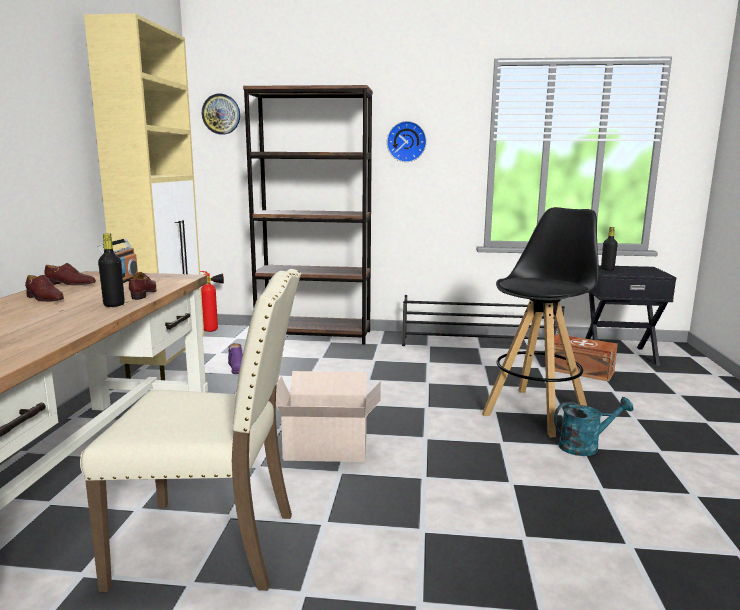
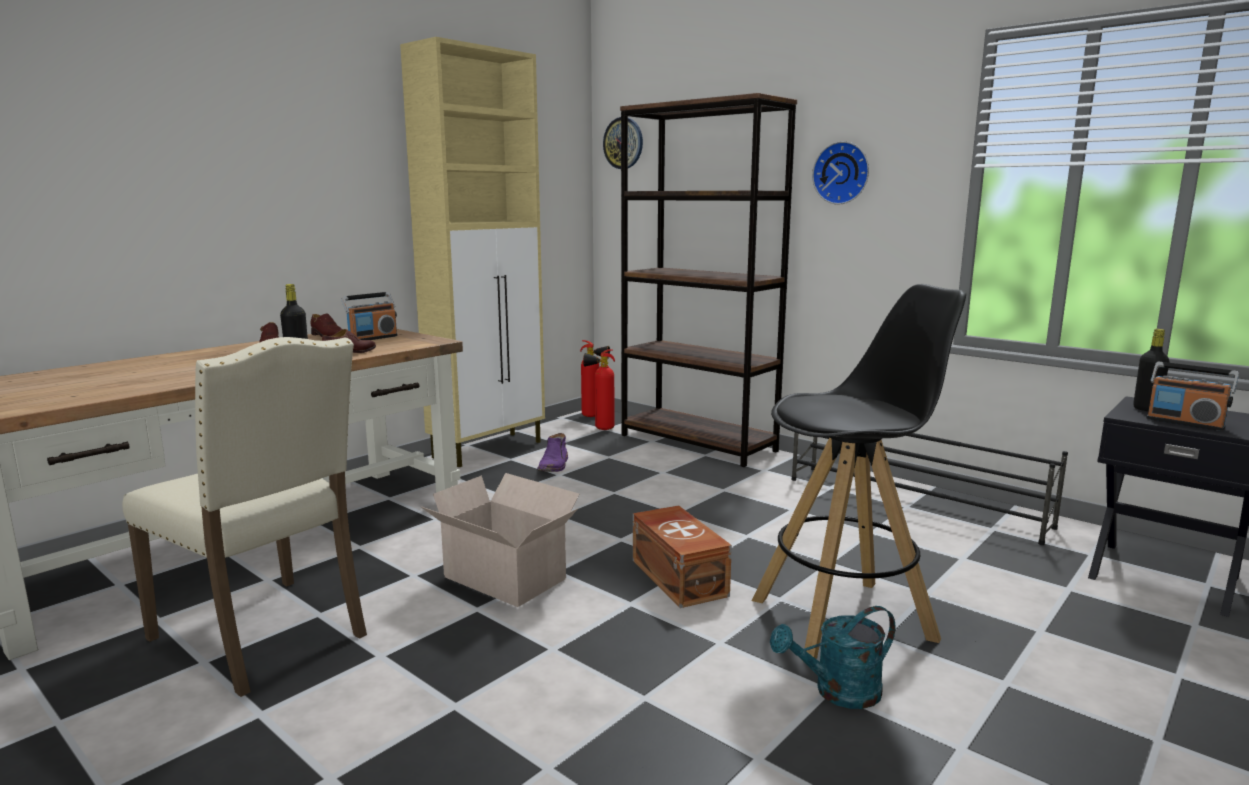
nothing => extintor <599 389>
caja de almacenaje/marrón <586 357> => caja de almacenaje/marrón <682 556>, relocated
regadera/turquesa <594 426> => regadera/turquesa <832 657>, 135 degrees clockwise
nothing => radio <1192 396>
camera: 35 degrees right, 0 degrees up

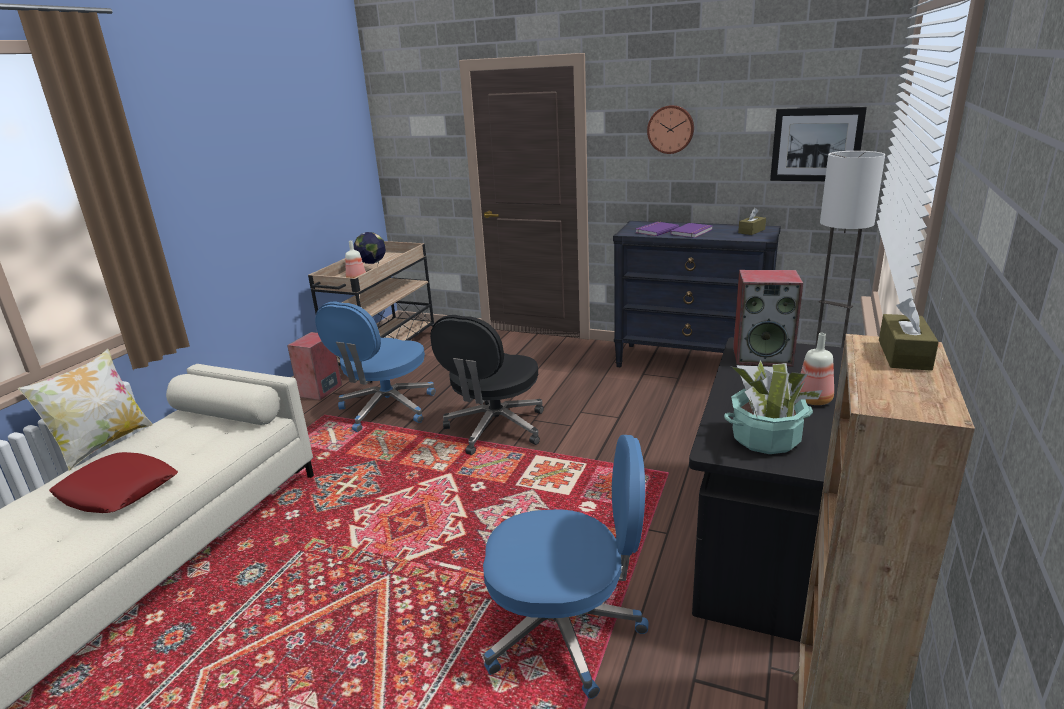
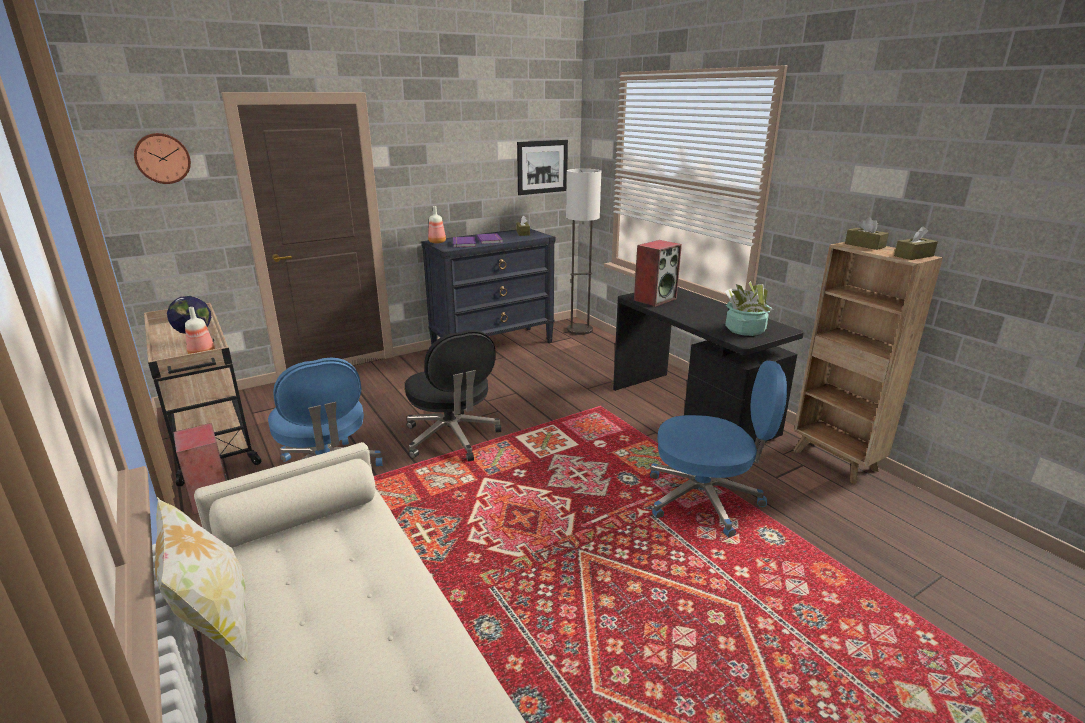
reloj de pared <670 129> => reloj de pared <162 158>, relocated
botella <816 369> => botella <437 224>, relocated
silla de oficina/azul <566 567> => silla de oficina/azul <718 448>, 60 degrees clockwise
nothing => caja de pañuelos/marrón <916 243>
cojín/rojo <114 482> => nothing
camera: 55 degrees left, 0 degrees up

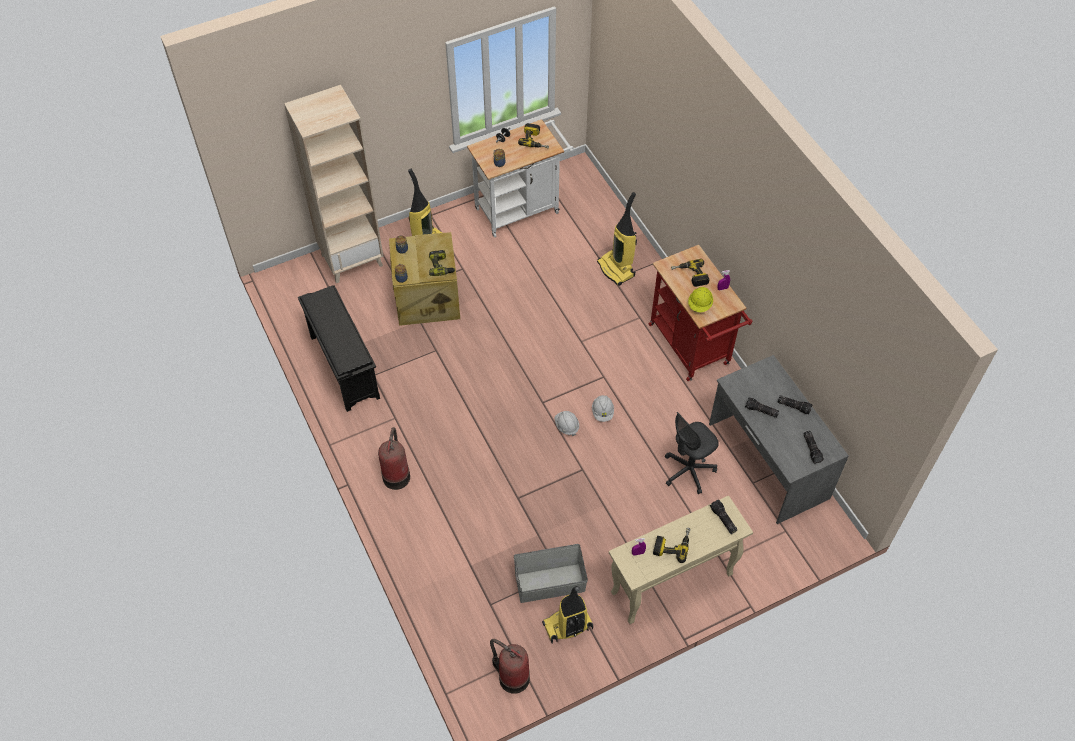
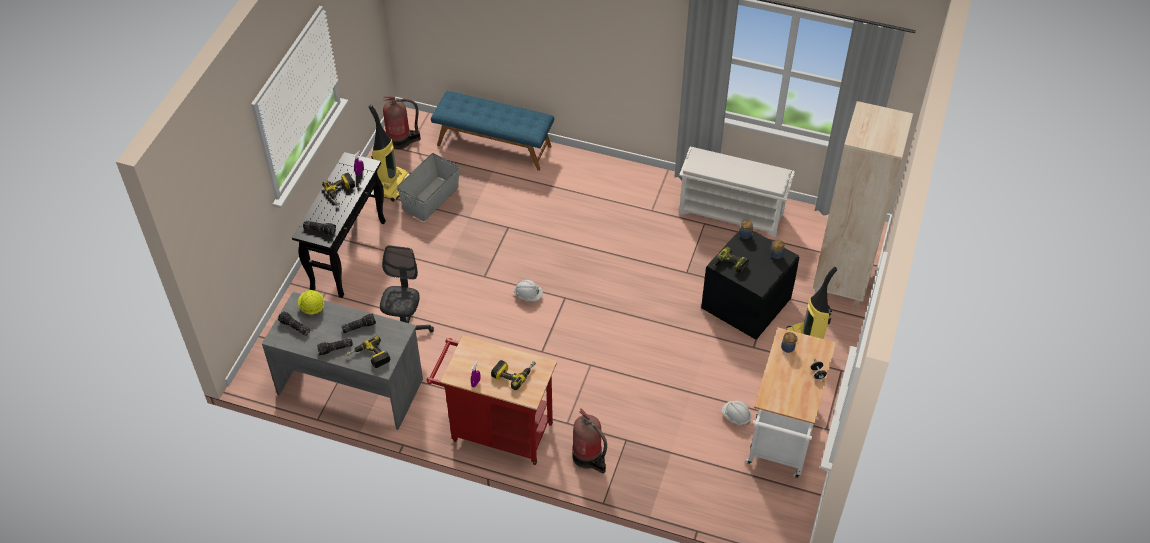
mesa consola/beis <681 559> => mesa consola/negro <339 225>
casco/amarillo <700 300> => casco/amarillo <311 302>, relocated
taladro <533 136> => taladro <368 352>, relocated
nothing => banco/azul <492 131>
extintor <394 458> => extintor <589 440>, relocated
zapatero/negro <339 348> => zapatero/blanco <737 192>
caja de almacenaje/beis <424 279> => caja de almacenaje/negro <750 285>
casco/blanco <603 408> => casco/blanco <736 413>, relocated
aspiradora <617 239> => nothing
camera: 135 degrees right, 5 degrees down

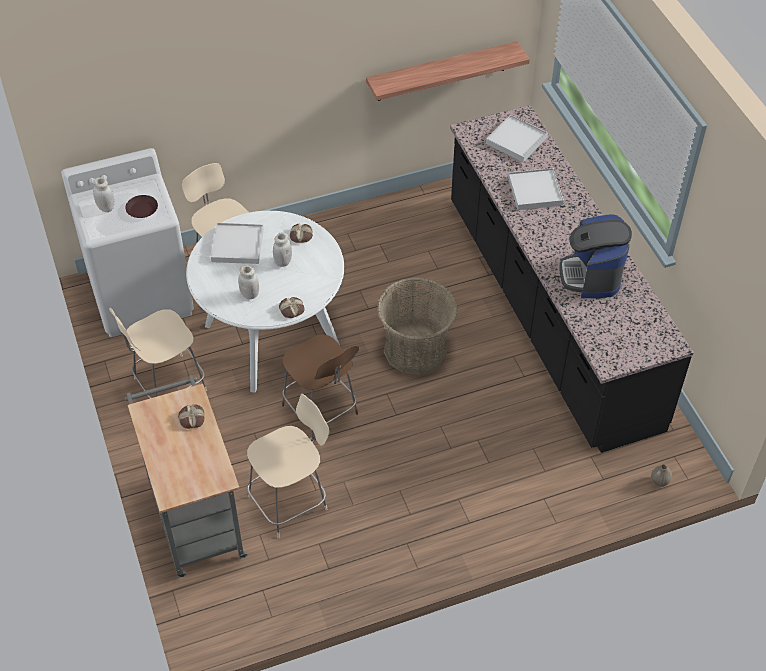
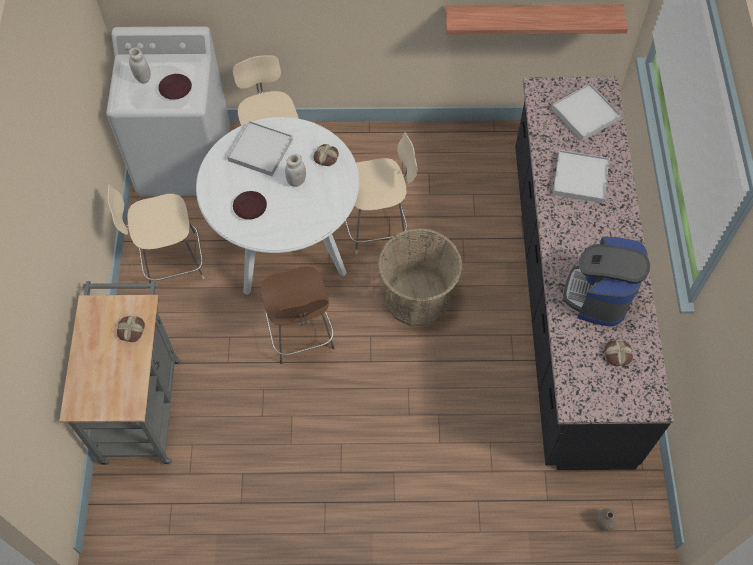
tarro/blanco <248 282> => plato/marrón <250 205>
silla/beis <288 466> => silla/beis <381 193>, relocated
pan <292 307> => pan <618 353>, relocated
camera: 20 degrees right, 10 degrees up

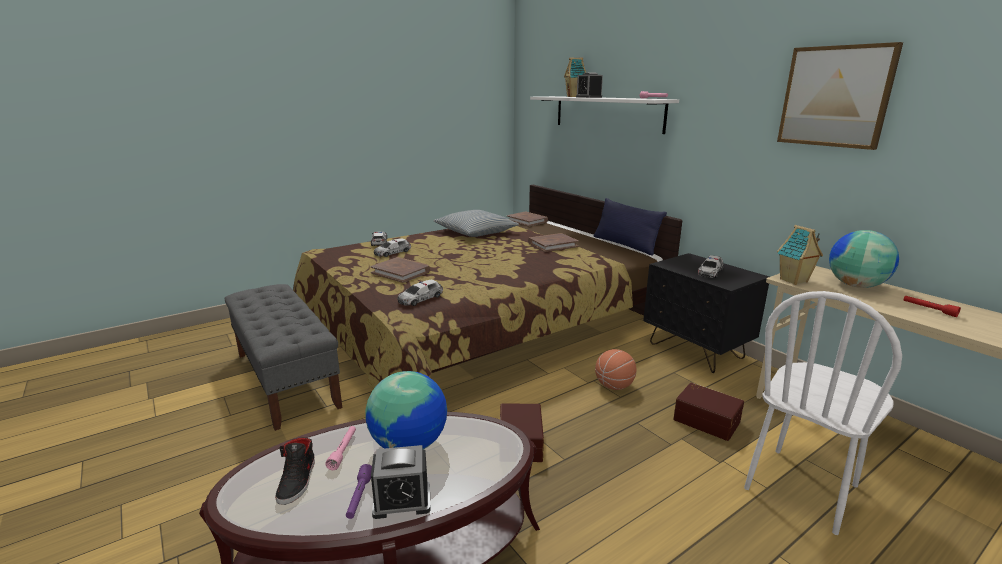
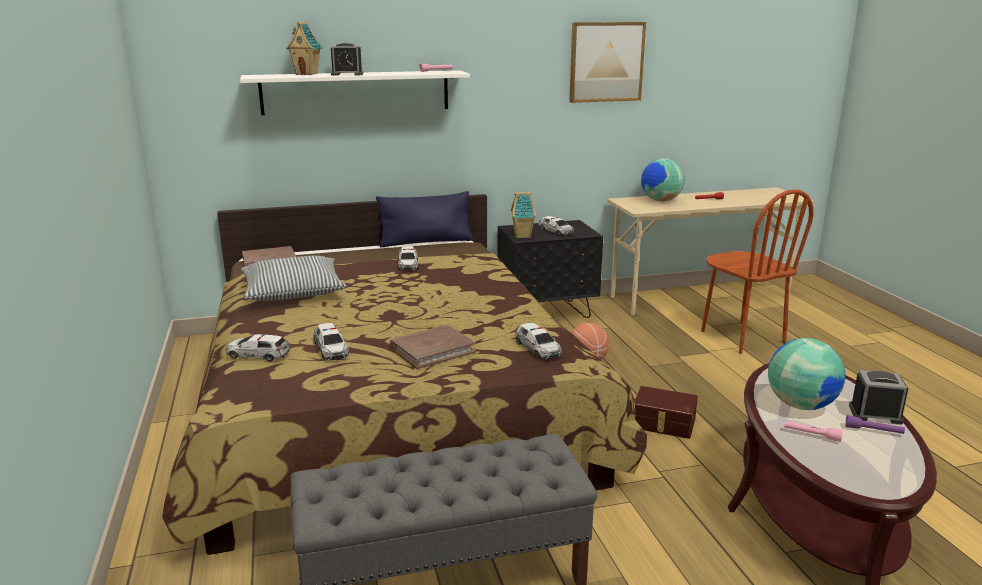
libro/marrón <553 242> => coche de juguete <408 258>
casita <800 255> => casita <523 215>, relocated
silla/blanco <823 413> => silla/marrón <757 271>
despertador <400 482> => despertador <878 397>, 90 degrees counterclockwise
zapato/negro <295 471> => nothing
caja de almacenaje/marrón <708 412> => nothing
camera: 70 degrees left, 0 degrees up

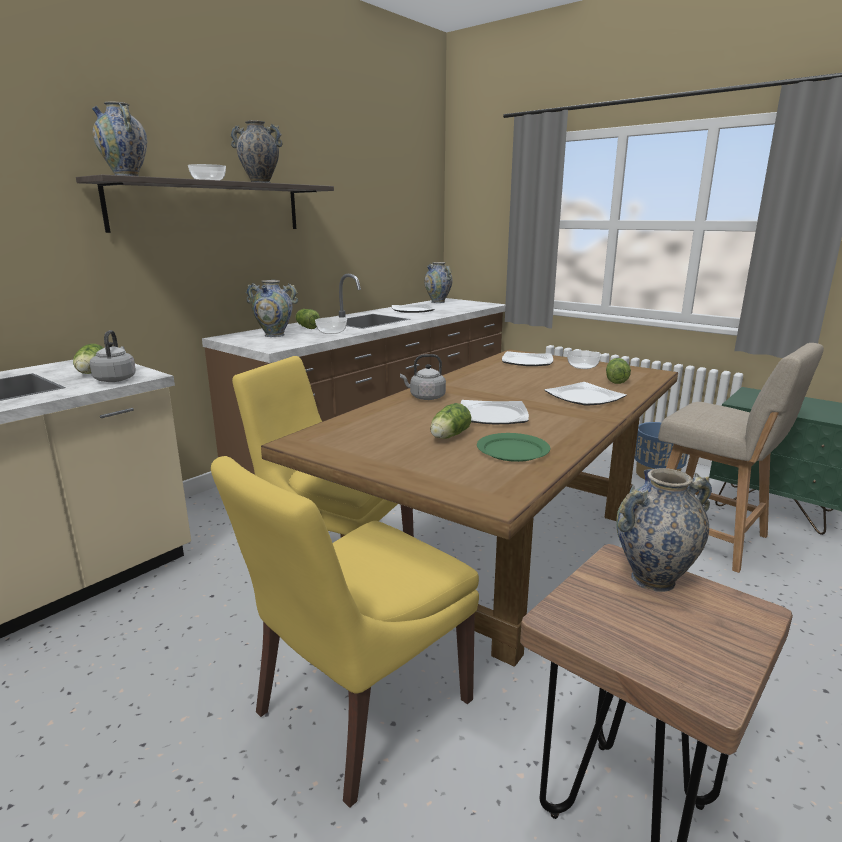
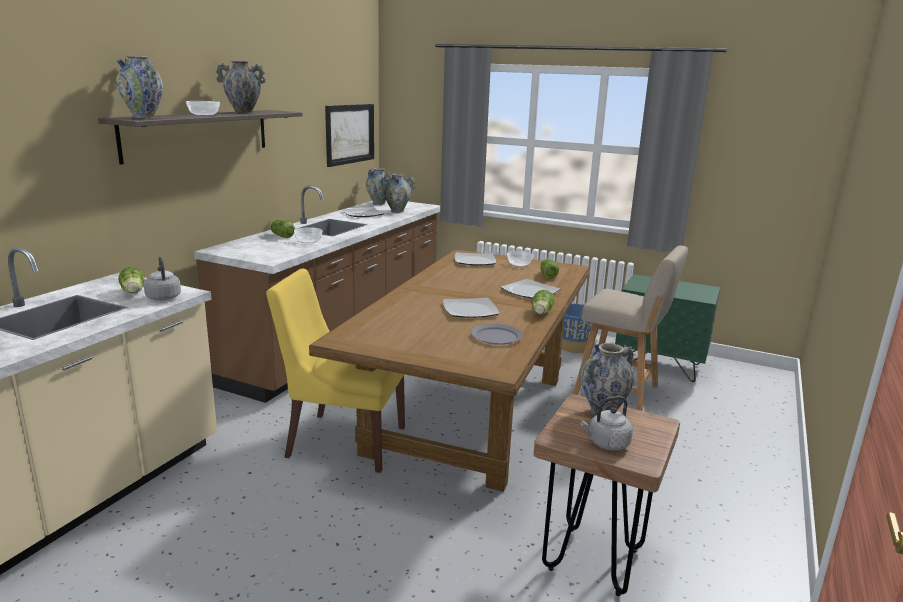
nothing => cuadro <349 135>
florero <272 308> => florero <397 193>, relocated
plato/verde <513 447> => plato/gris <497 334>
lechuga <450 421> => lechuga <543 302>, relocated
hervidor/gris <423 377> => hervidor/gris <606 423>, relocated
silla/amarillo <345 632> => nothing
camera: 15 degrees left, 0 degrees up

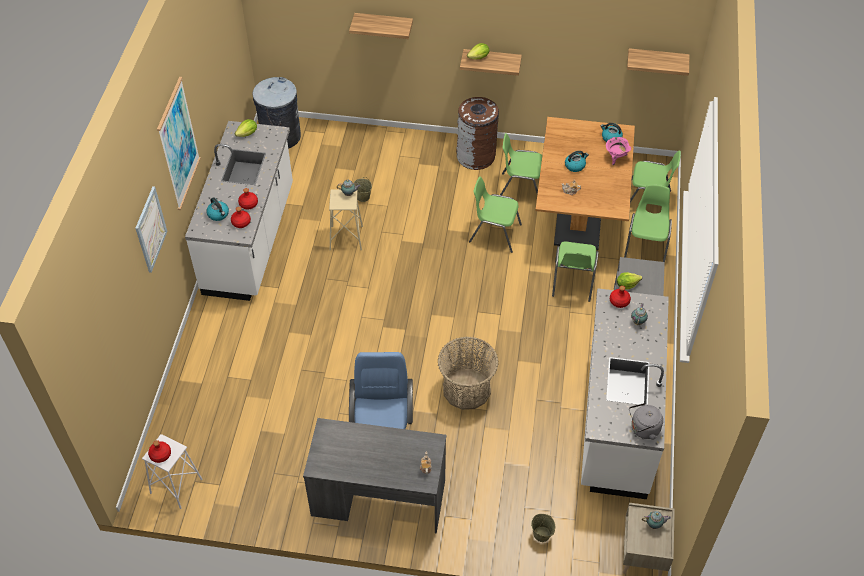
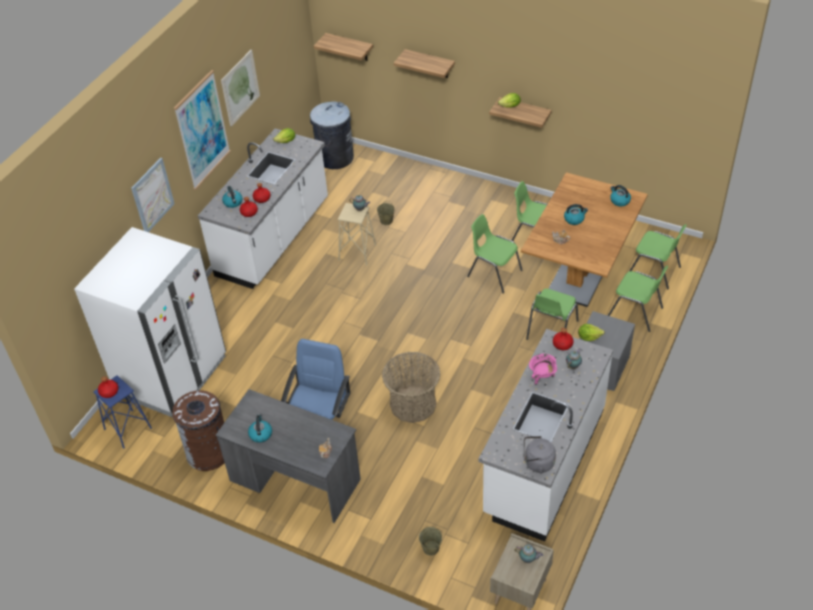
nothing => nevera/blanco <150 322>
taburete/blanco <172 471> => taburete/azul <122 412>
papelera/marrón <477 133> => papelera/marrón <198 431>, relocated
nothing => cuadro <240 88>
nothing => hervidor <260 428>
estante <658 62> => estante <343 47>, relocated
olla/rosa <618 151> => olla/rosa <543 369>, relocated
silla/verde <648 223> => silla/verde <638 299>, 90 degrees clockwise
camera: 20 degrees right, 5 degrees down

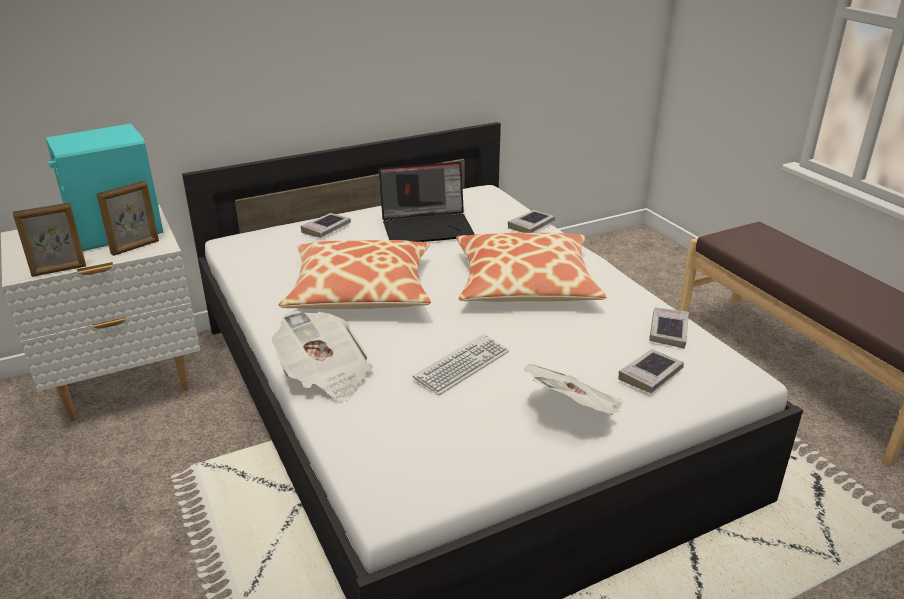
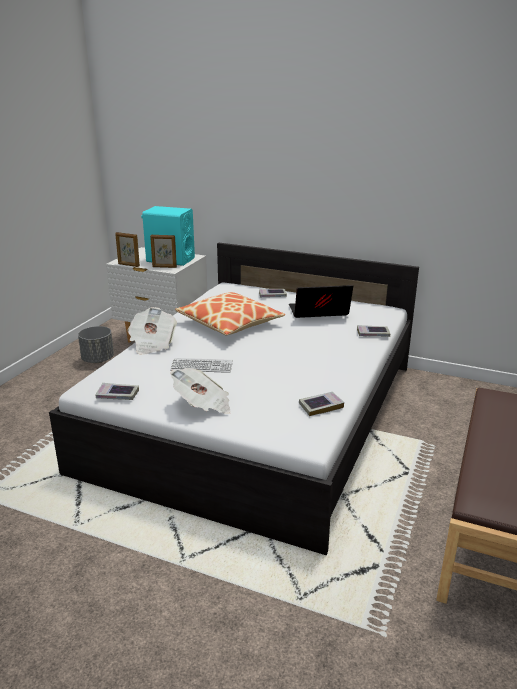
nothing => maceta/gris <96 344>
libro <651 371> => libro <117 391>, relocated
portátil <427 202> => portátil <321 301>, 135 degrees clockwise
cojín <531 267> => nothing
camera: 50 degrees right, 5 degrees down

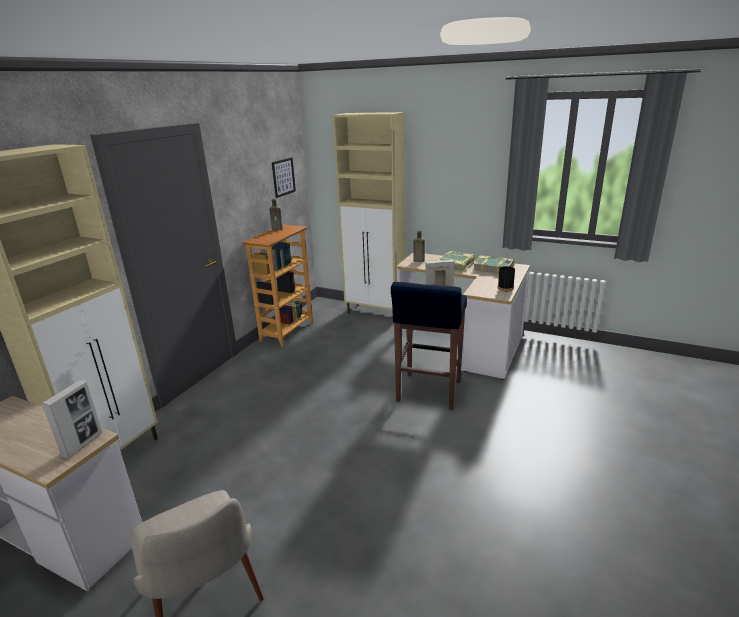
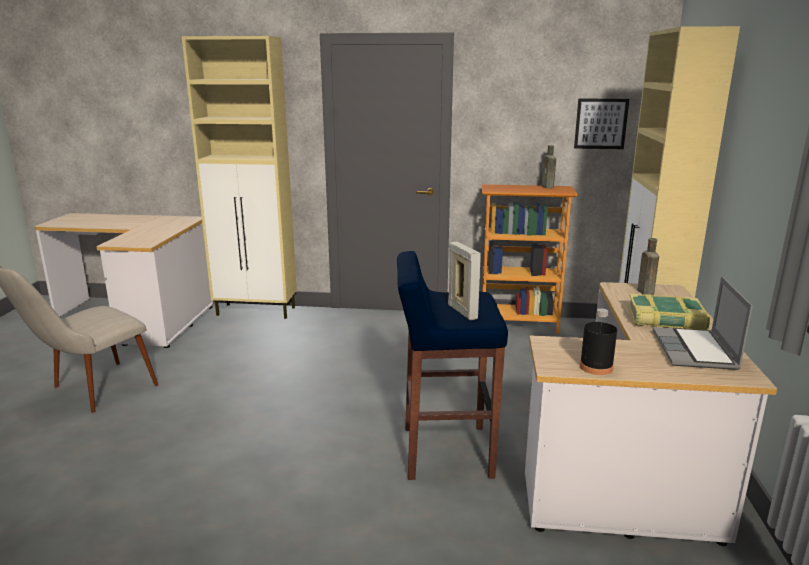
libro <493 264> => portátil <703 323>
portarretratos <72 419> => nothing
camera: 70 degrees right, 5 degrees down

